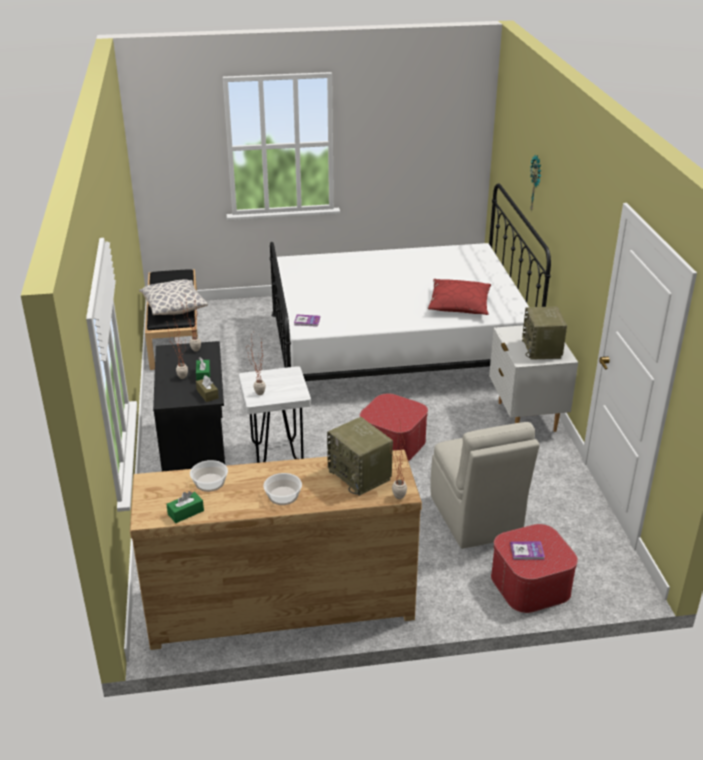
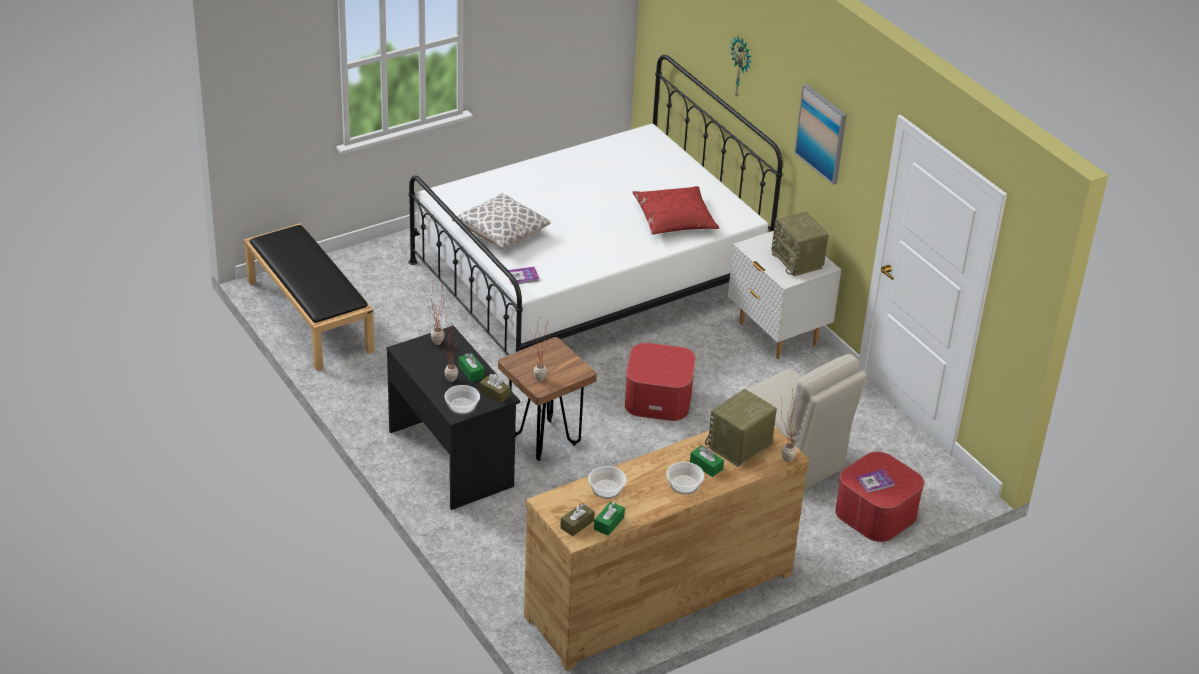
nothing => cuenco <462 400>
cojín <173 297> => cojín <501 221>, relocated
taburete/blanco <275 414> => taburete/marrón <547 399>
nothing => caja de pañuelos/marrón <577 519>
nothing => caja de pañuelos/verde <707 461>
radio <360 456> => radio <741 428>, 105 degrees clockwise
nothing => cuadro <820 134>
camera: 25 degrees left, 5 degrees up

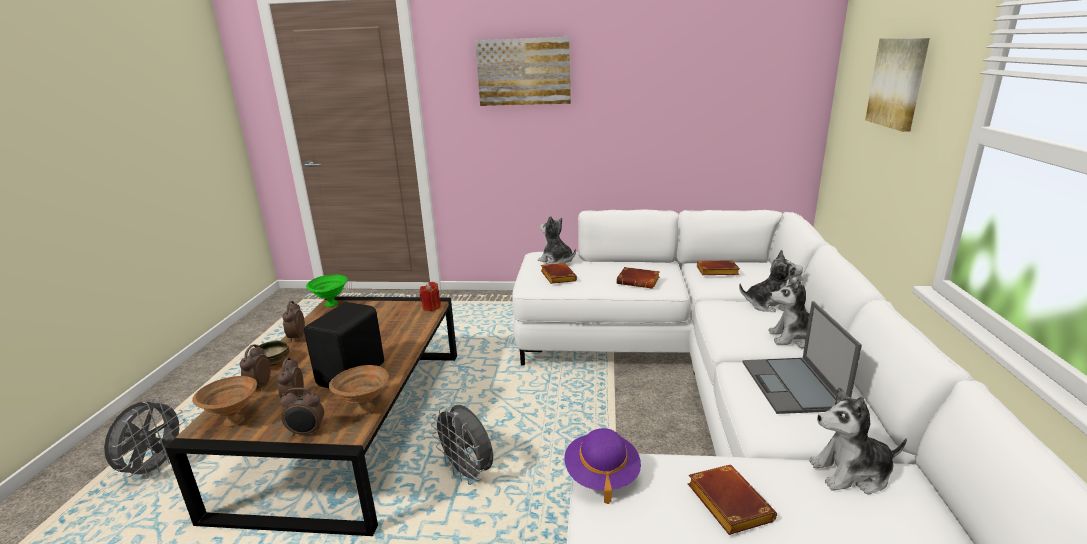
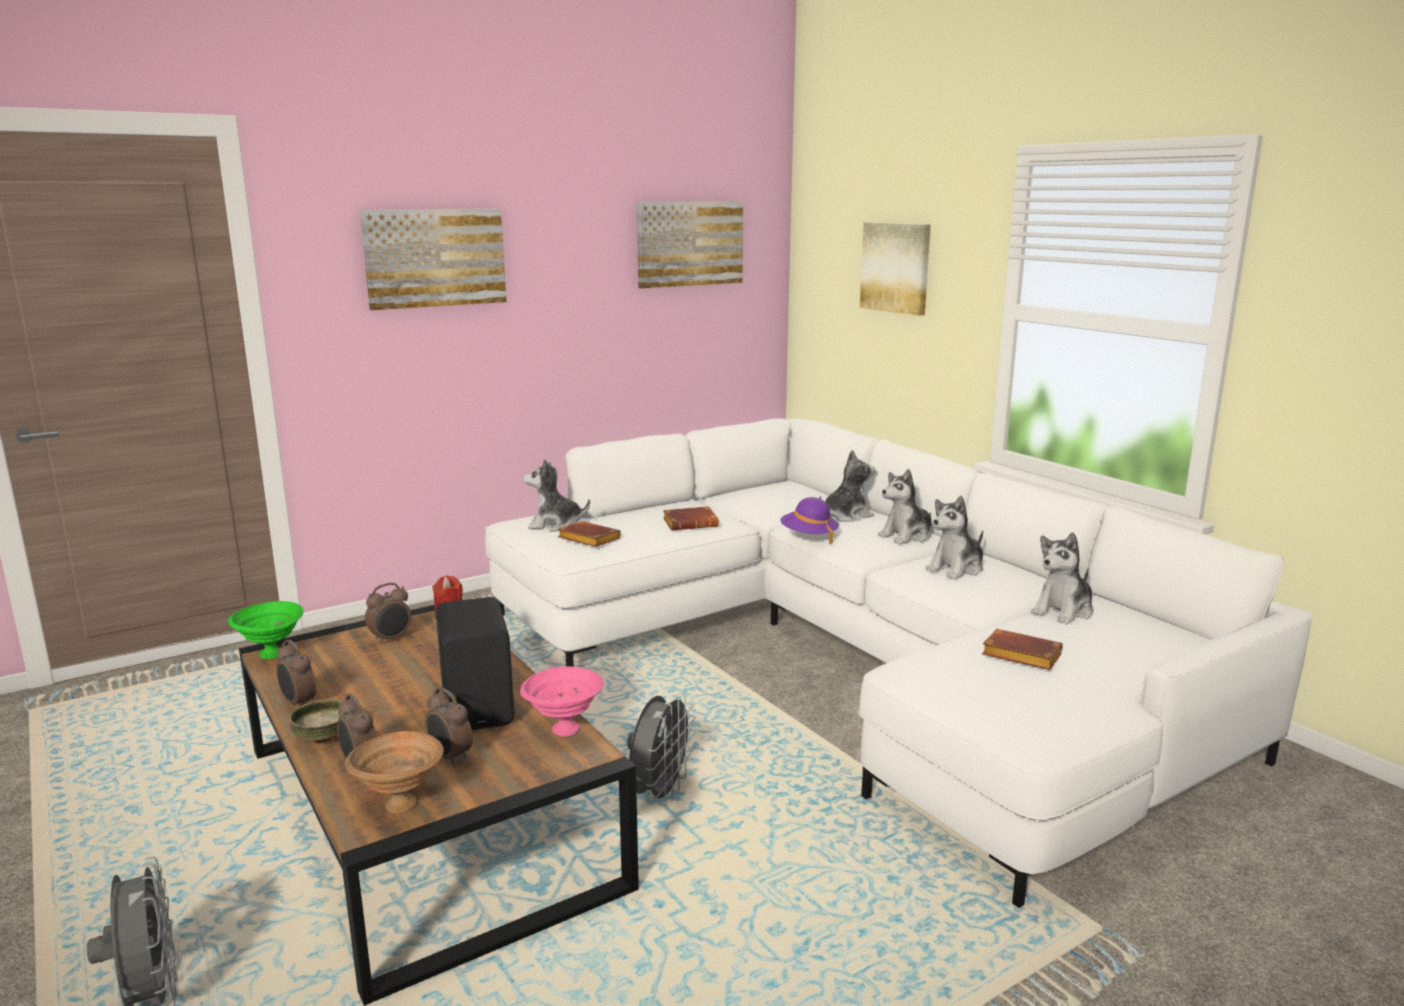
despertador <302 412> => despertador <388 613>, relocated
cuenco/marrón <359 390> => cuenco/rosa <562 701>
ventilador/gris <462 445> => ventilador/gris <661 749>, 75 degrees counterclockwise
nothing => cuadro <690 245>
sombrero/morado <603 466> => sombrero/morado <809 520>, relocated
portátil <802 357> => peluche <954 538>
libro/marrón <718 267> => nothing
camera: 40 degrees left, 5 degrees down

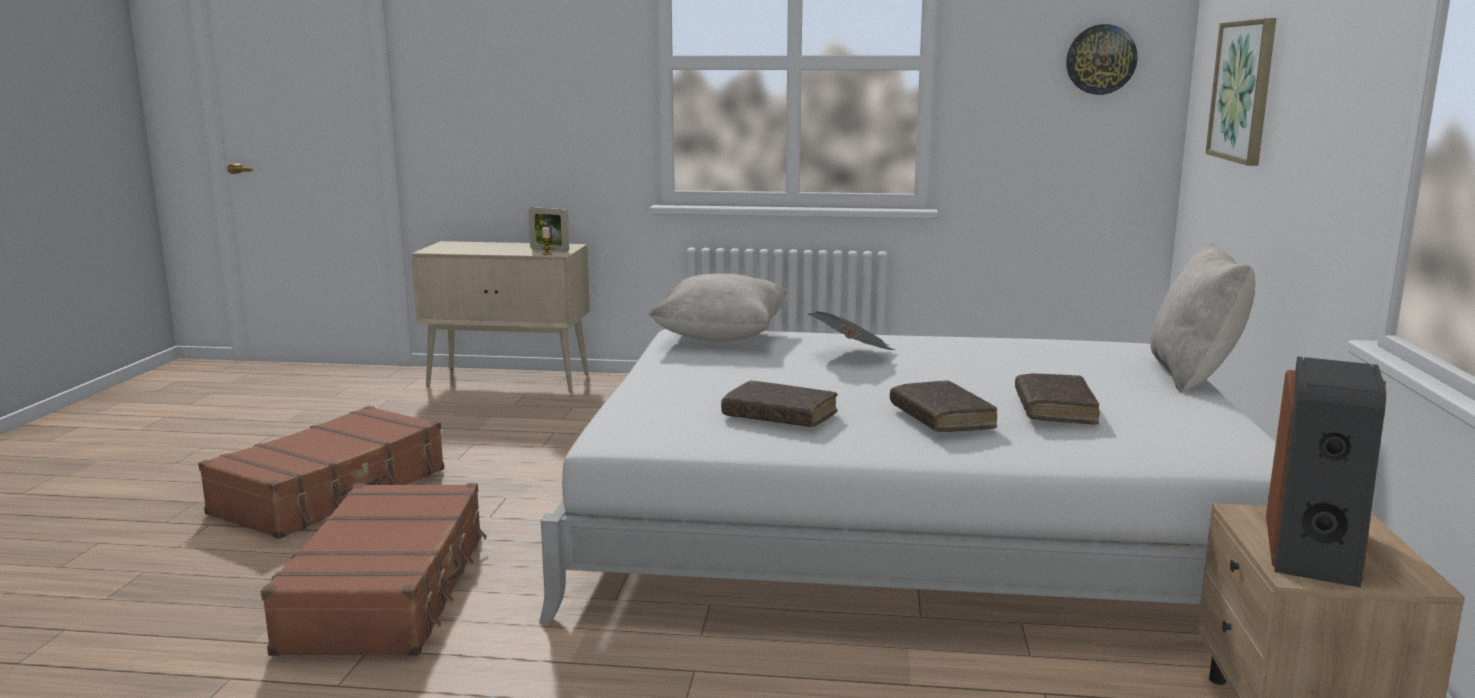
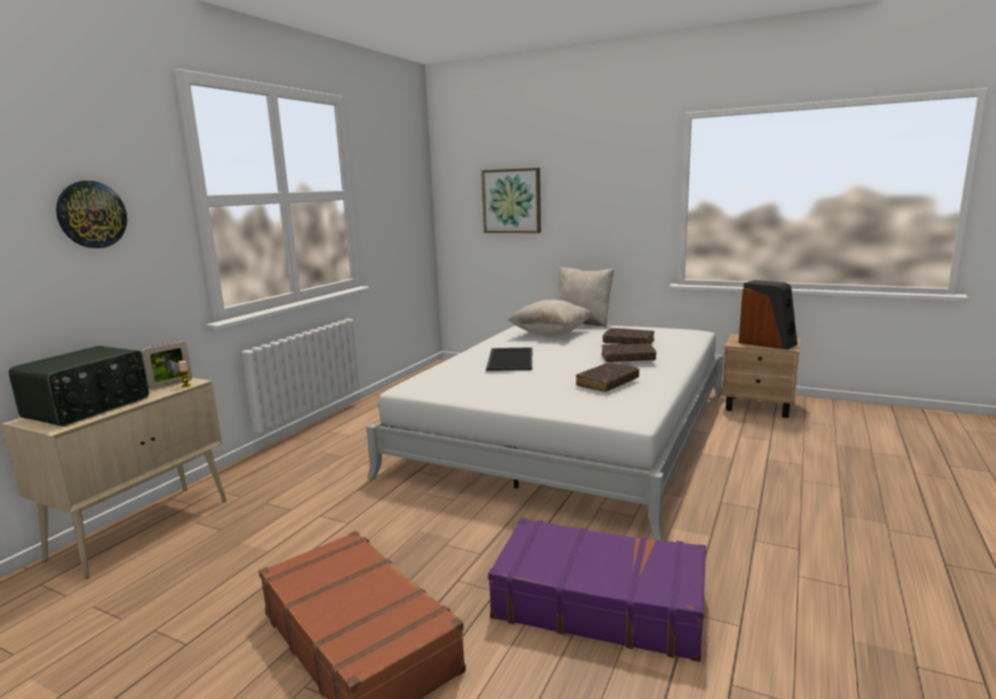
nothing => radio <79 386>
reloj de pared <1102 59> => reloj de pared <91 214>, relocated
periódico <851 331> => bandeja <509 359>
maleta/marrón <374 569> => maleta/morado <597 590>
cojín/beis <718 308> => cojín/beis <549 318>, relocated
camera: 70 degrees left, 0 degrees up

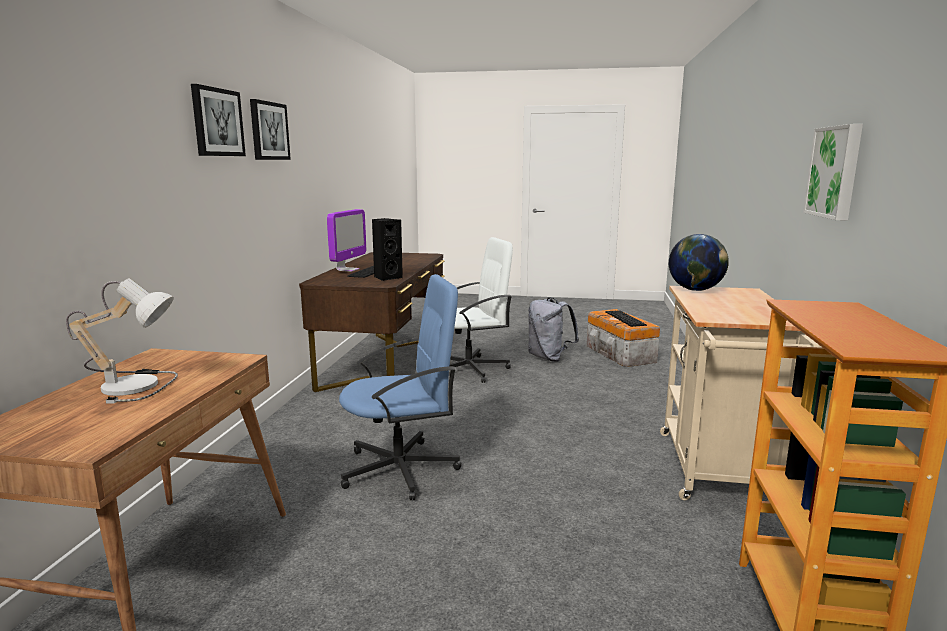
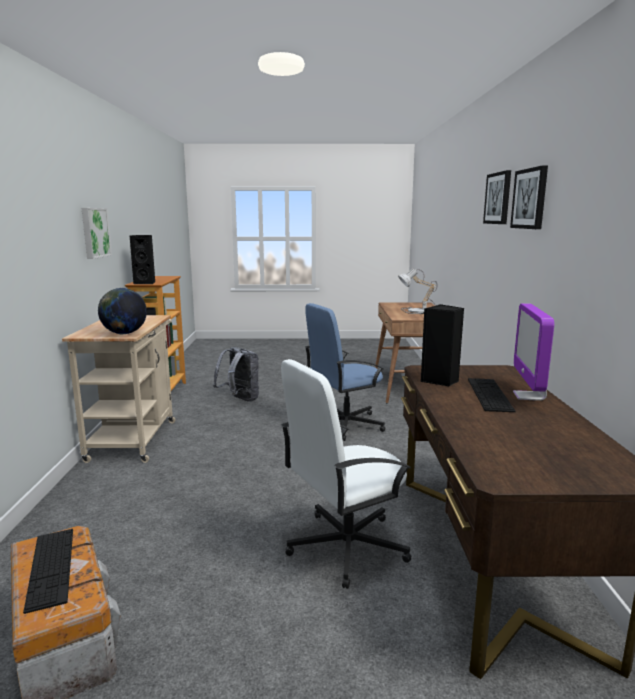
nothing => altavoz/negro <142 259>
mochila/gris <553 329> => mochila/gris <236 374>, relocated
camera: 170 degrees right, 0 degrees up

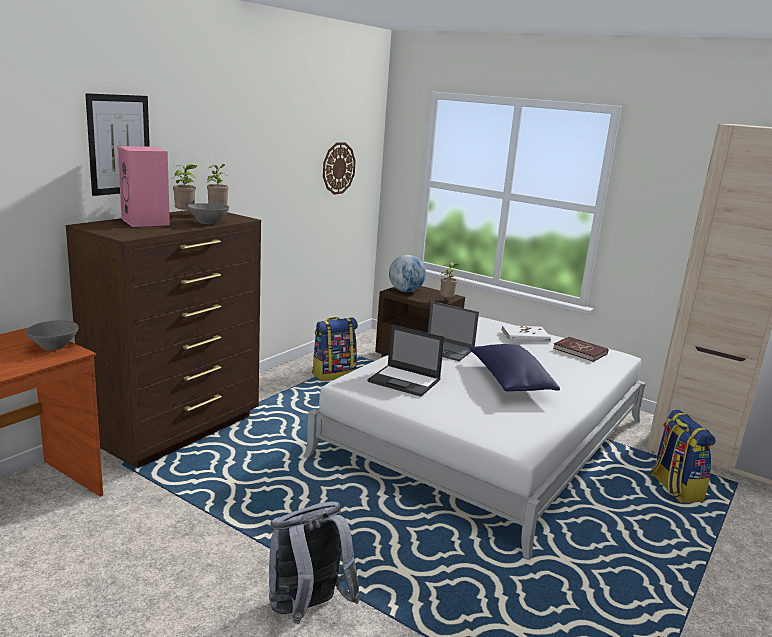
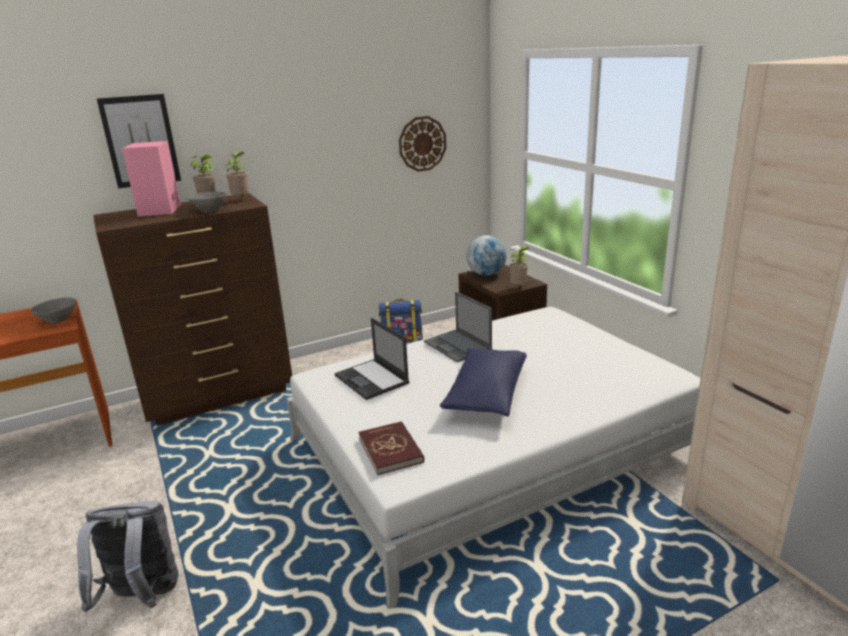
libro/rojo <580 349> => libro/rojo <391 448>, relocated
libro/blanco <526 333> => nothing
mochila <683 456> => nothing
camera: 30 degrees right, 5 degrees up

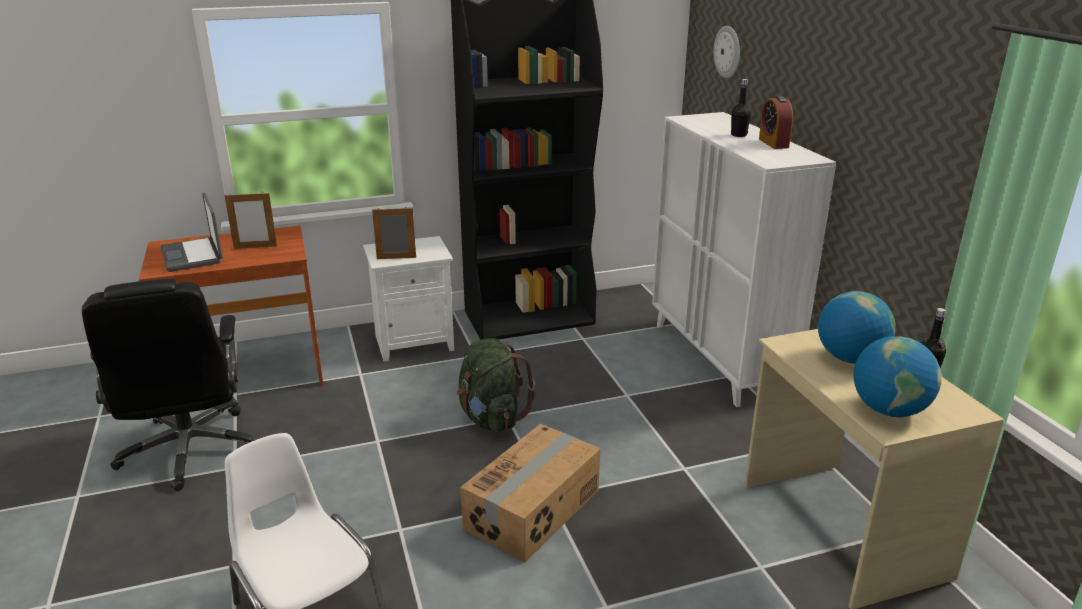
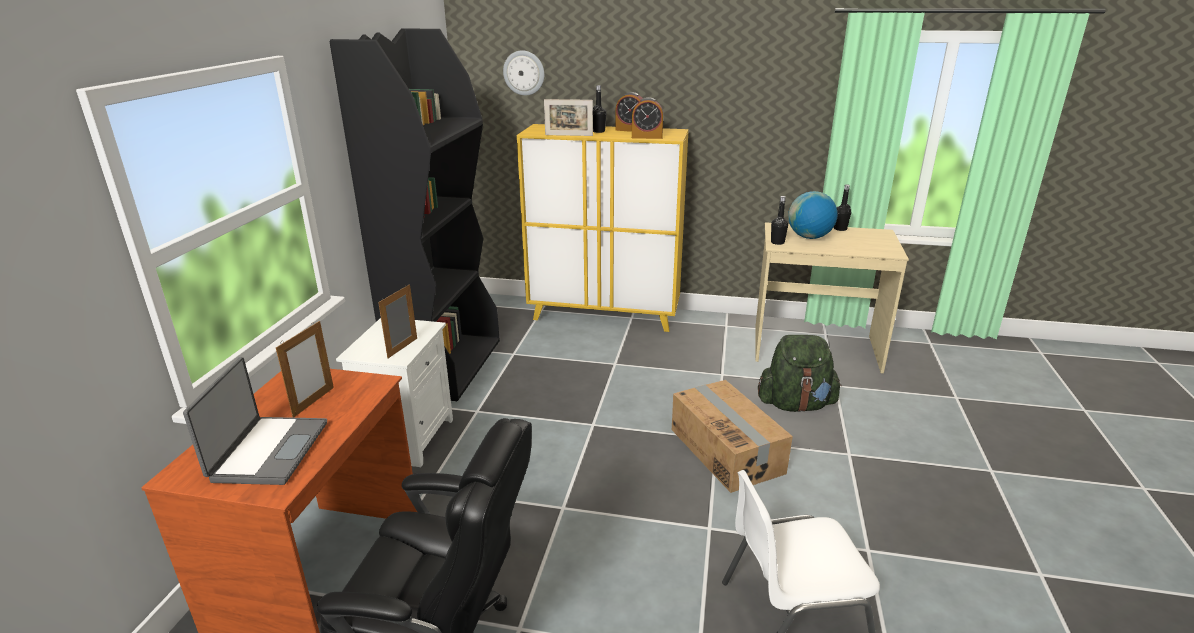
portátil <191 232> => portátil <255 421>, 90 degrees counterclockwise
armario/blanco <744 259> => armario/amarillo <603 228>
nothing => portarretratos <568 117>
nothing => despertador <647 118>
mochila/verde <495 385> => mochila/verde <800 373>, relocated
nothing => botella/negro <779 220>
globo terráqueo <897 376> => nothing
camera: 60 degrees left, 0 degrees up

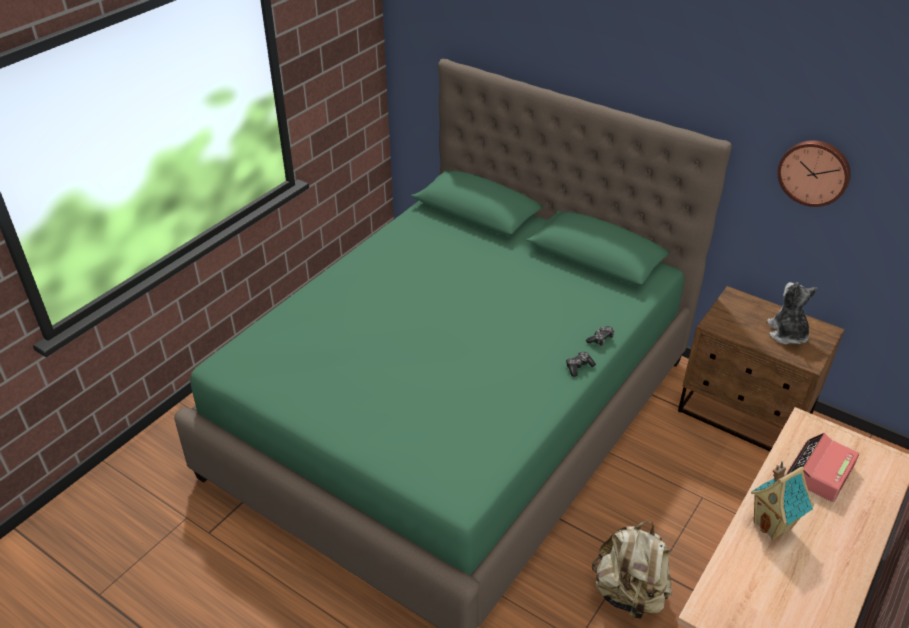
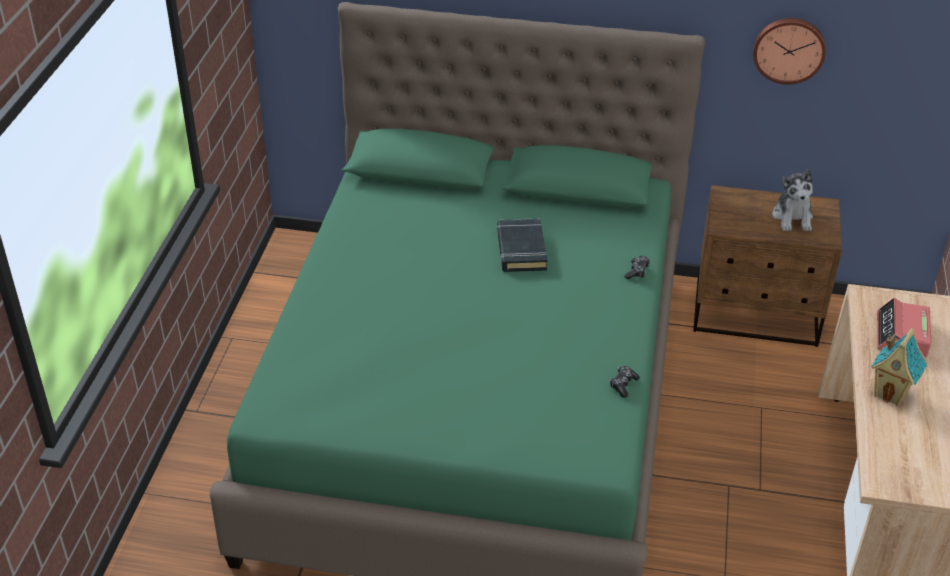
nothing => libro/negro <522 245>
mando de consola <581 364> => mando de consola <625 382>, relocated
peluche <792 313> => peluche <792 200>, 150 degrees counterclockwise
mochila/beis <632 570> => nothing
camera: 25 degrees left, 0 degrees up

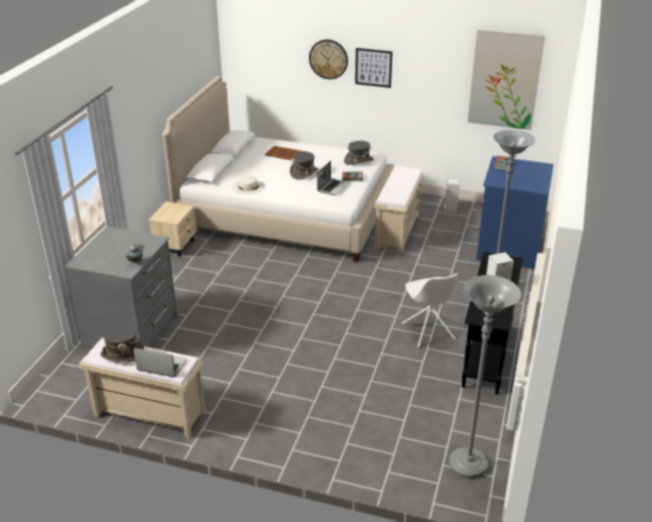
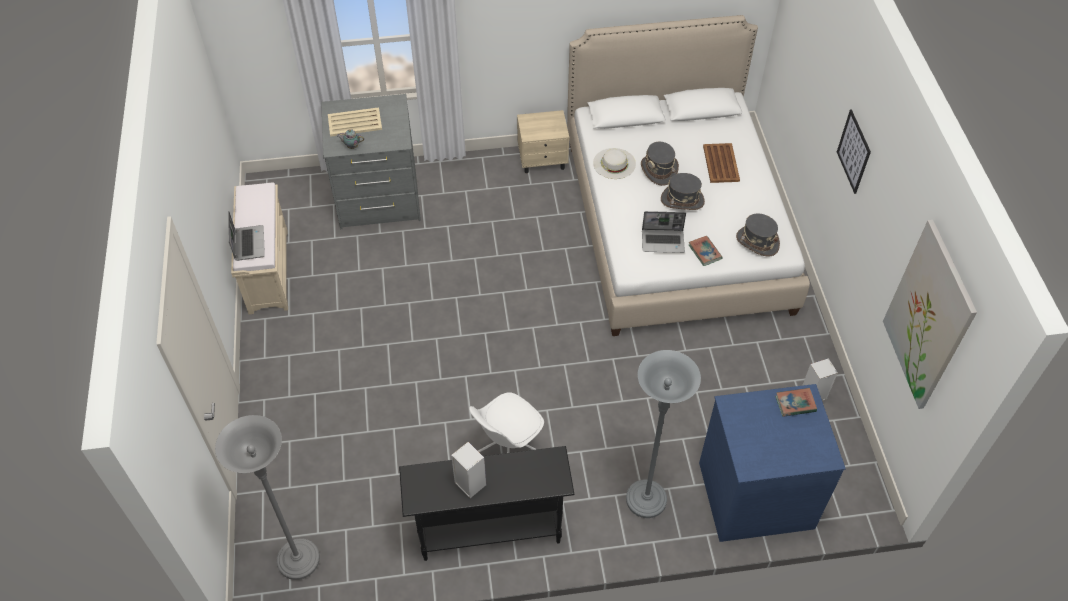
nothing => bandeja/beis <355 122>
sombrero/gris <122 343> => sombrero/gris <660 164>, relocated
reloj de pared <328 59> => nothing
banco/beis <398 209> => nothing
camera: 65 degrees right, 20 degrees up

